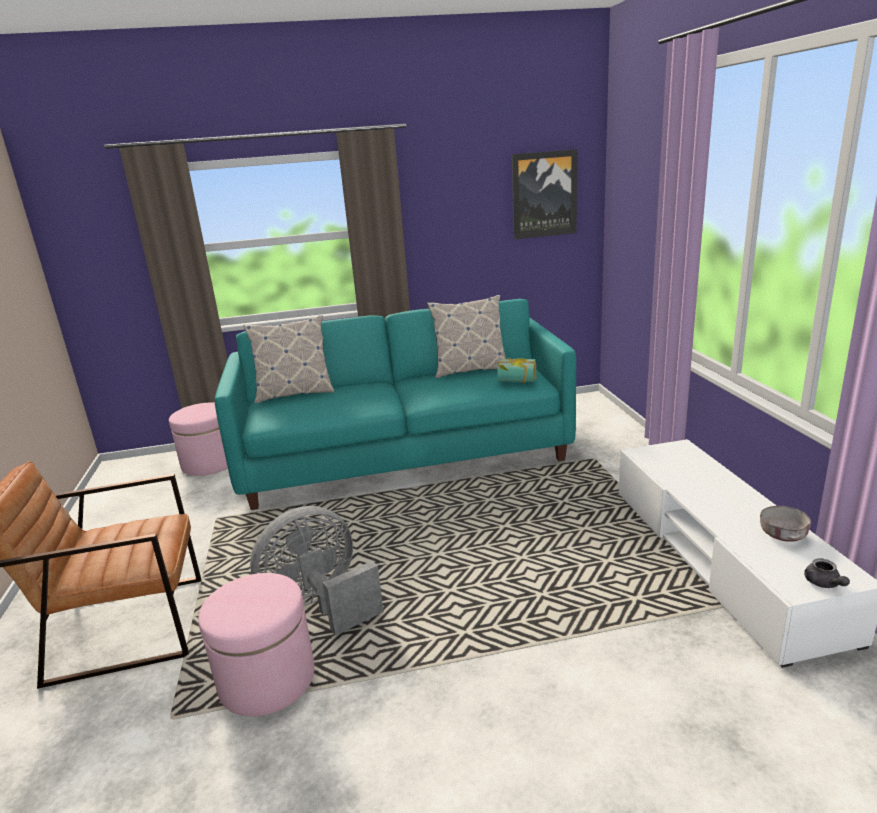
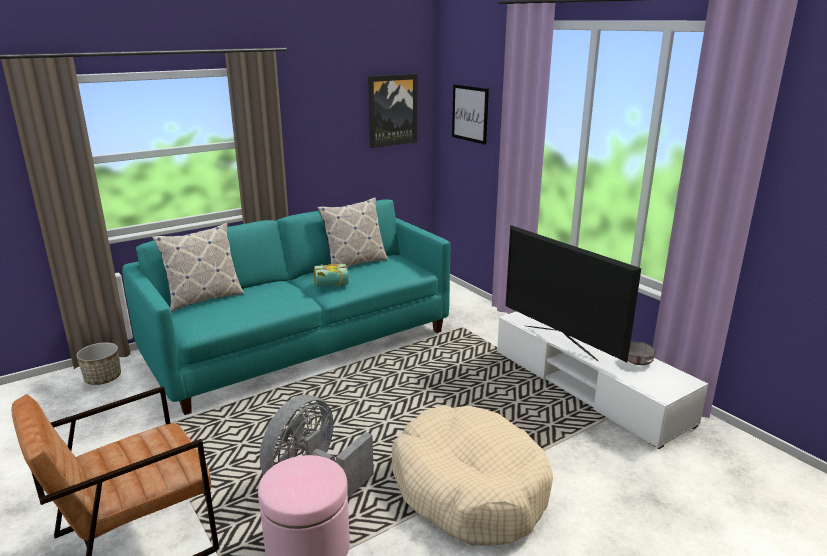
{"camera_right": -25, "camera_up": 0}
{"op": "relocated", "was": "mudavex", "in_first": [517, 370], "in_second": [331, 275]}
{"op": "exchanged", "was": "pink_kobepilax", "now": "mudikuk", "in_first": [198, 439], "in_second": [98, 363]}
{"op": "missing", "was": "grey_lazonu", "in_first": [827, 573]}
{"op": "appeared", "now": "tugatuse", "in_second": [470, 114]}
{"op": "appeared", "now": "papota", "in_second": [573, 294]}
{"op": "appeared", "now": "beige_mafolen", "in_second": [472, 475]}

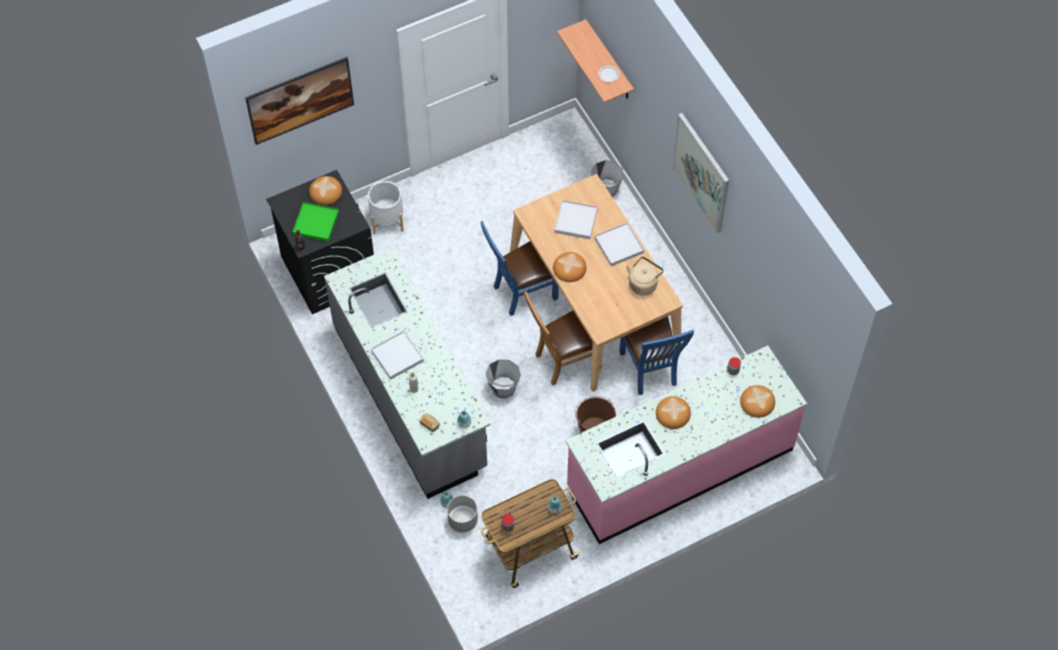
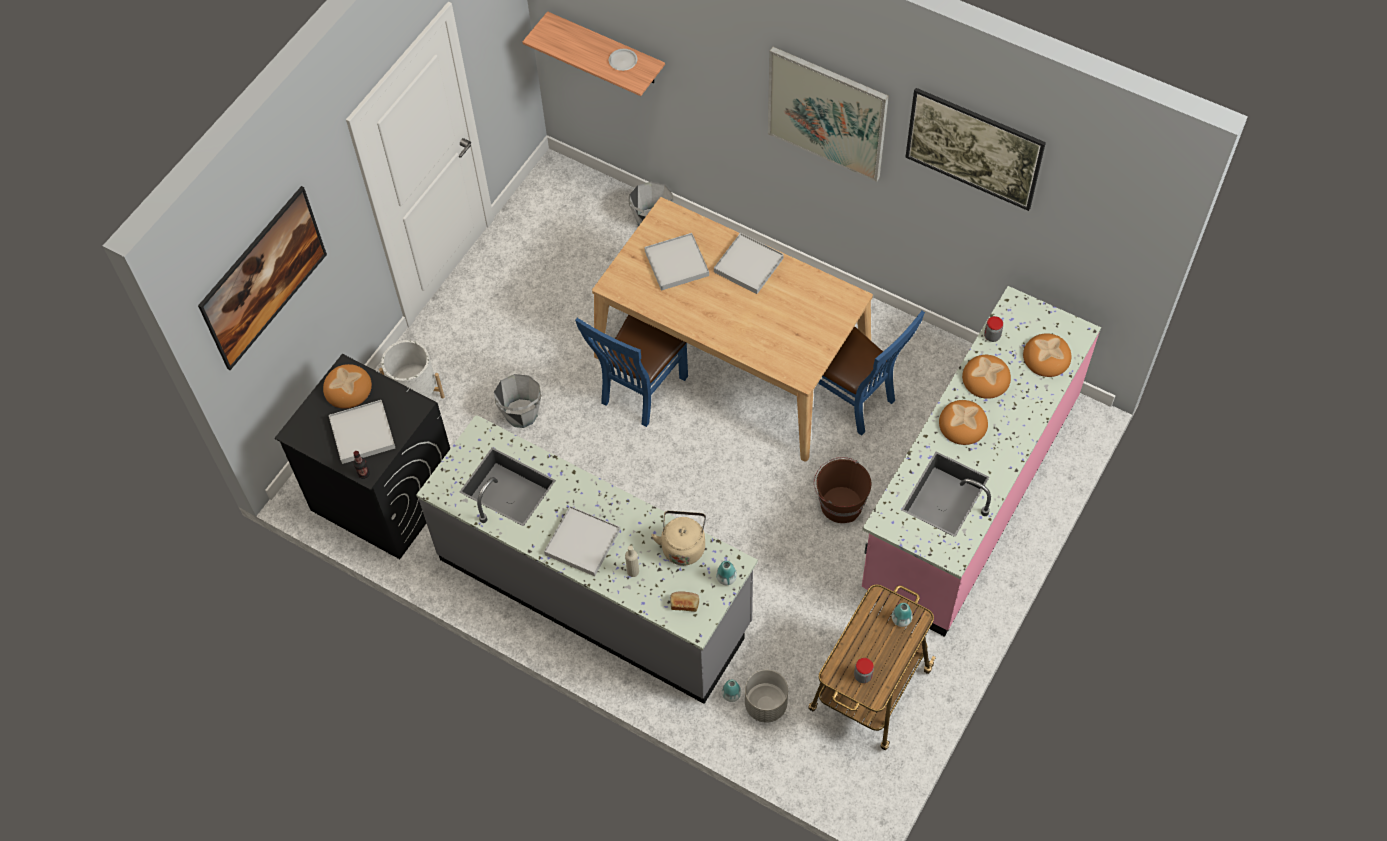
{"camera_right": -30, "camera_up": 0}
{"op": "colour", "was": "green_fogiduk", "now": "white_fogiduk", "in_first": [315, 222], "in_second": [362, 432]}
{"op": "relocated", "was": "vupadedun", "in_first": [570, 267], "in_second": [986, 377]}
{"op": "relocated", "was": "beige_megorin", "in_first": [645, 276], "in_second": [678, 538]}
{"op": "missing", "was": "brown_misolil", "in_first": [563, 338]}
{"op": "relocated", "was": "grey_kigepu", "in_first": [503, 378], "in_second": [517, 401]}
{"op": "appeared", "now": "tugatuse", "in_second": [975, 149]}

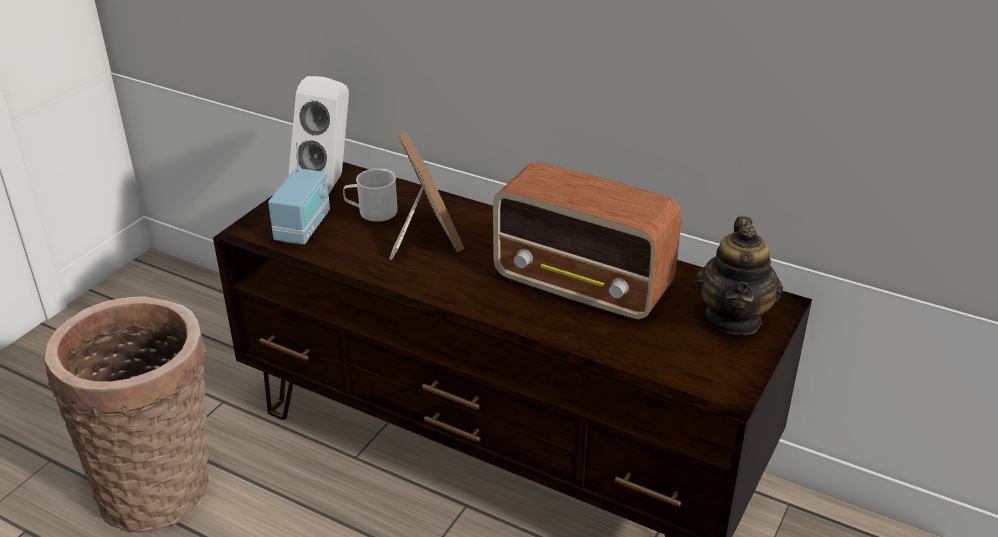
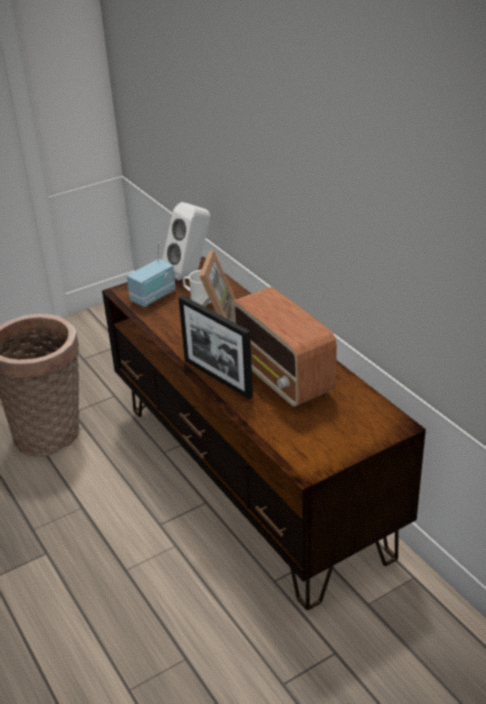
{"camera_right": 30, "camera_up": 0}
{"op": "missing", "was": "lazonu", "in_first": [739, 275]}
{"op": "appeared", "now": "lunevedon", "in_second": [215, 347]}

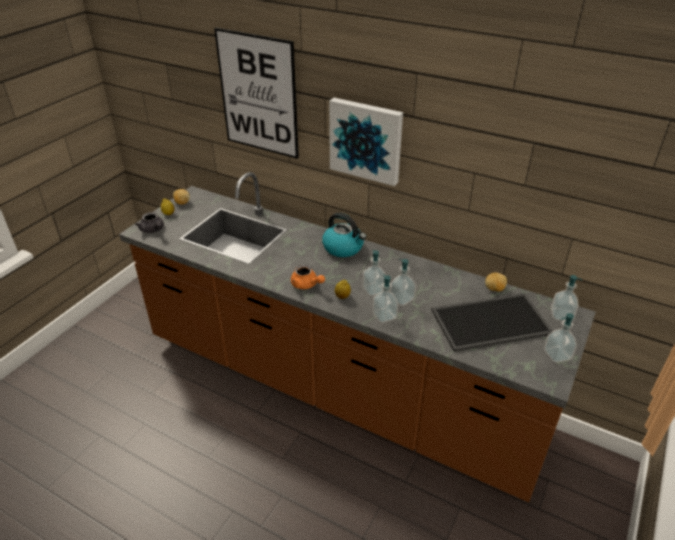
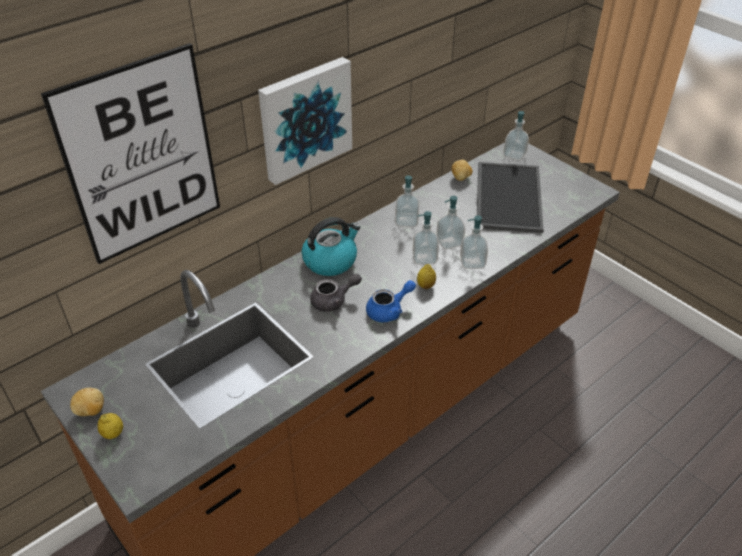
{"camera_right": -70, "camera_up": 5}
{"op": "relocated", "was": "grey_lazonu", "in_first": [149, 222], "in_second": [336, 293]}
{"op": "colour", "was": "orange_lazonu", "now": "blue_lazonu", "in_first": [308, 277], "in_second": [391, 301]}
{"op": "relocated", "was": "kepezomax", "in_first": [560, 338], "in_second": [407, 201]}

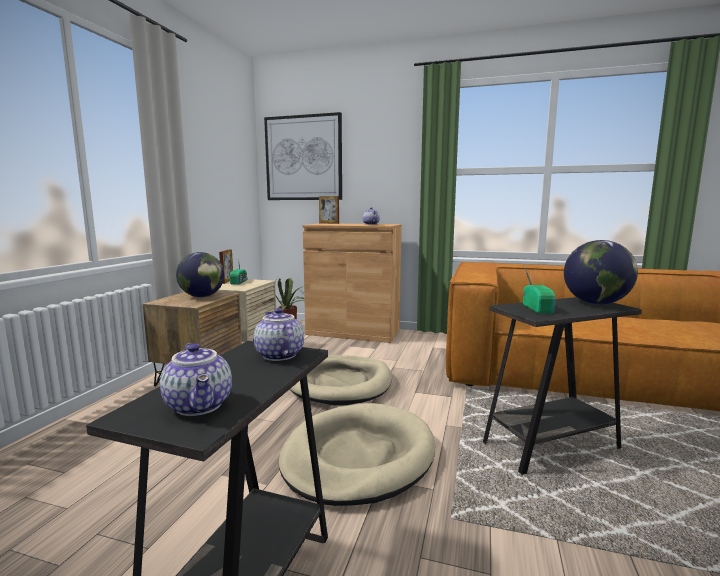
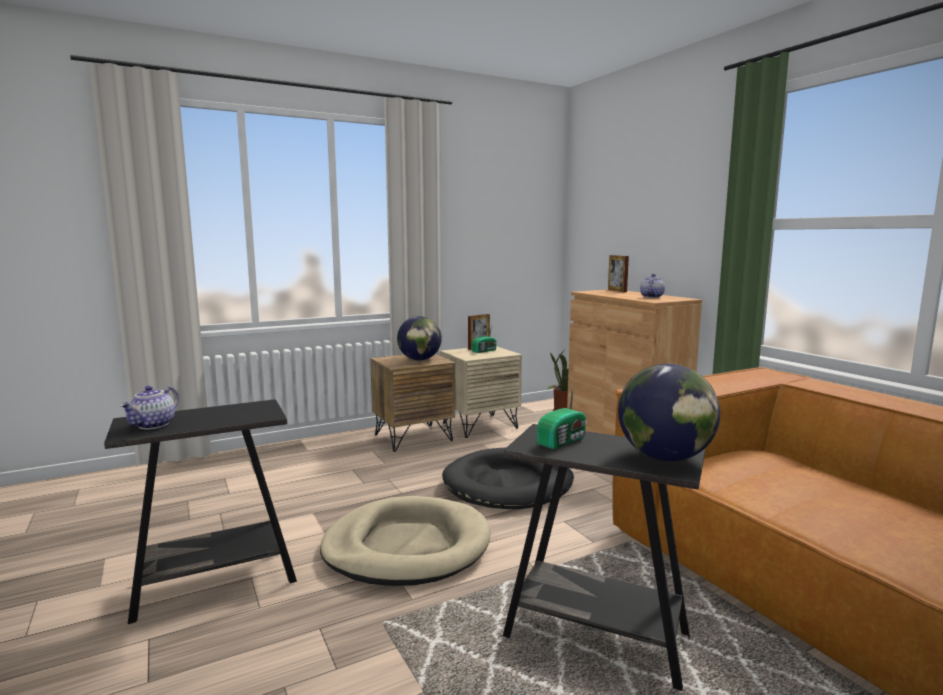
{"camera_right": 45, "camera_up": 0}
{"op": "missing", "was": "tugatuse", "in_first": [303, 156]}
{"op": "missing", "was": "lazonu", "in_first": [279, 334]}
{"op": "colour", "was": "beige_mafolen", "now": "black_mafolen", "in_first": [341, 380], "in_second": [508, 478]}

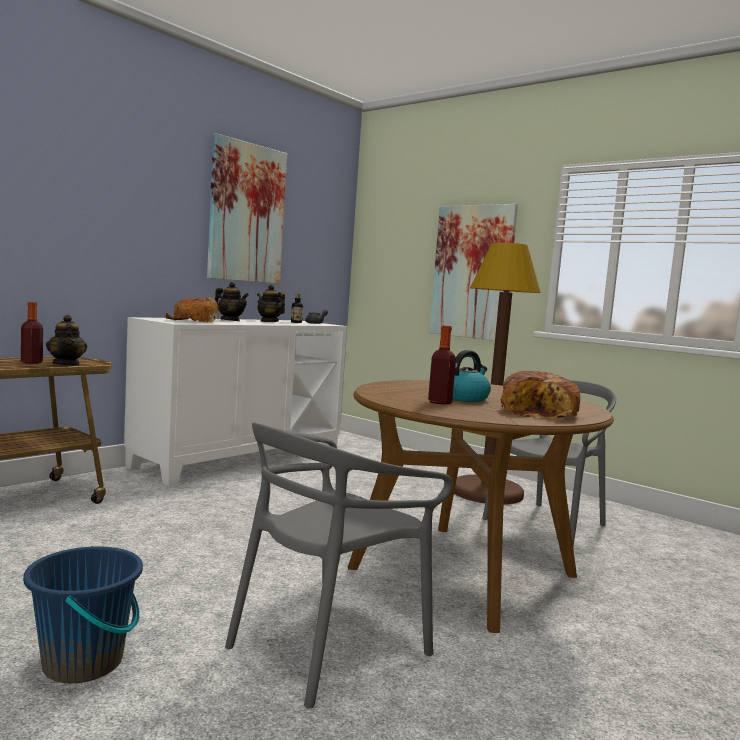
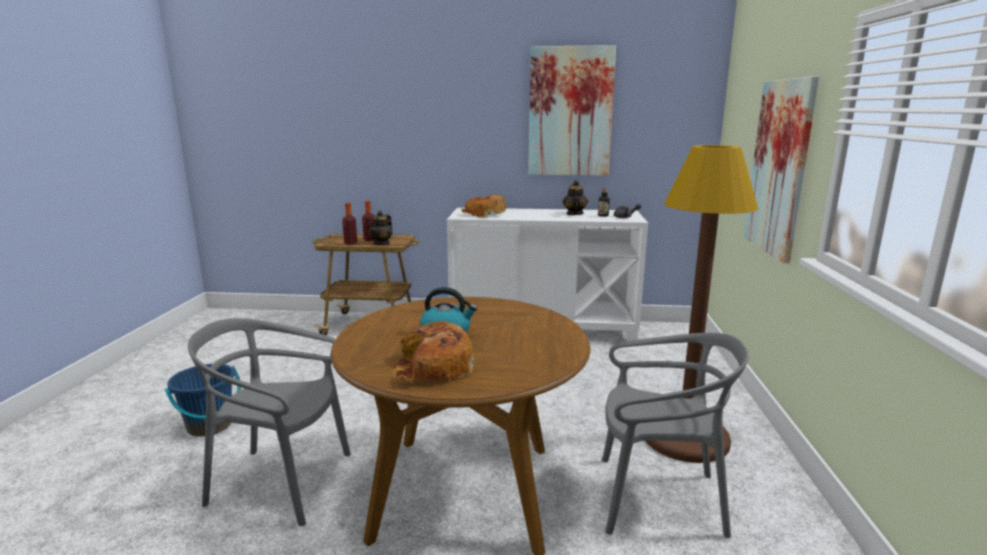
{"camera_right": 55, "camera_up": 10}
{"op": "missing", "was": "lazonu", "in_first": [232, 301]}
{"op": "relocated", "was": "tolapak", "in_first": [442, 365], "in_second": [349, 223]}

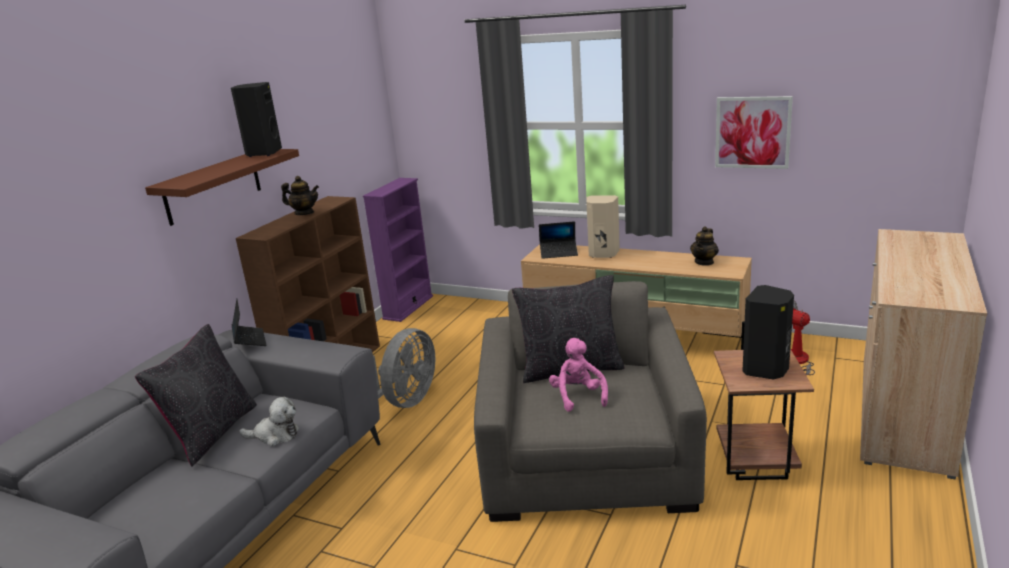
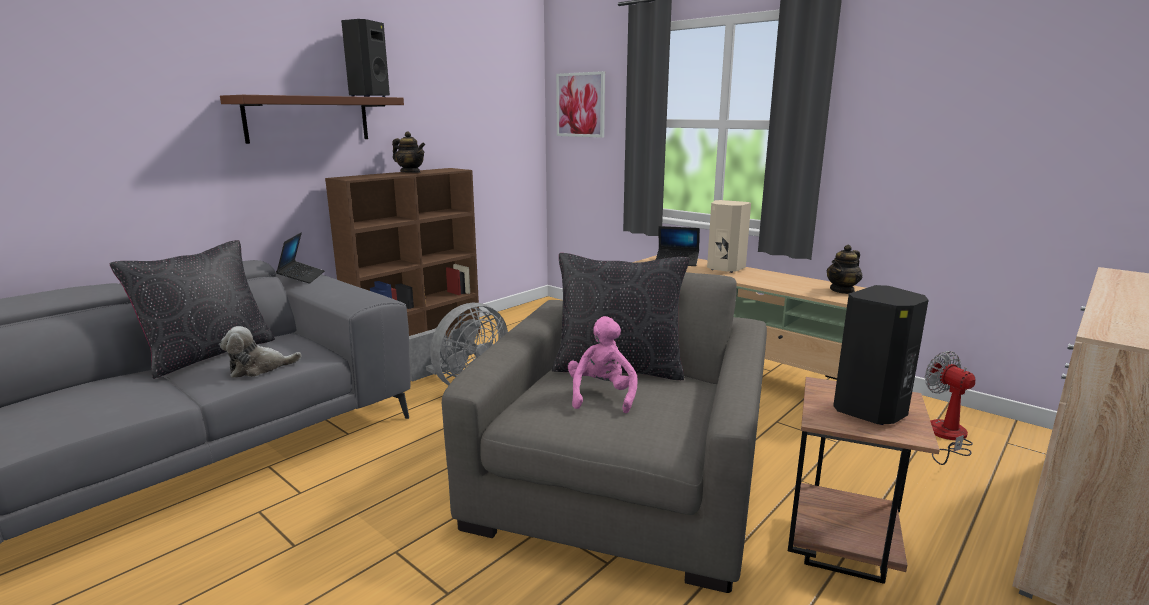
{"camera_right": 15, "camera_up": -5}
{"op": "relocated", "was": "tugatuse", "in_first": [754, 132], "in_second": [580, 104]}
{"op": "missing", "was": "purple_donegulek", "in_first": [398, 250]}
{"op": "spun", "was": "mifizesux", "in_first": [269, 421], "in_second": [260, 352], "clockwise": 135}

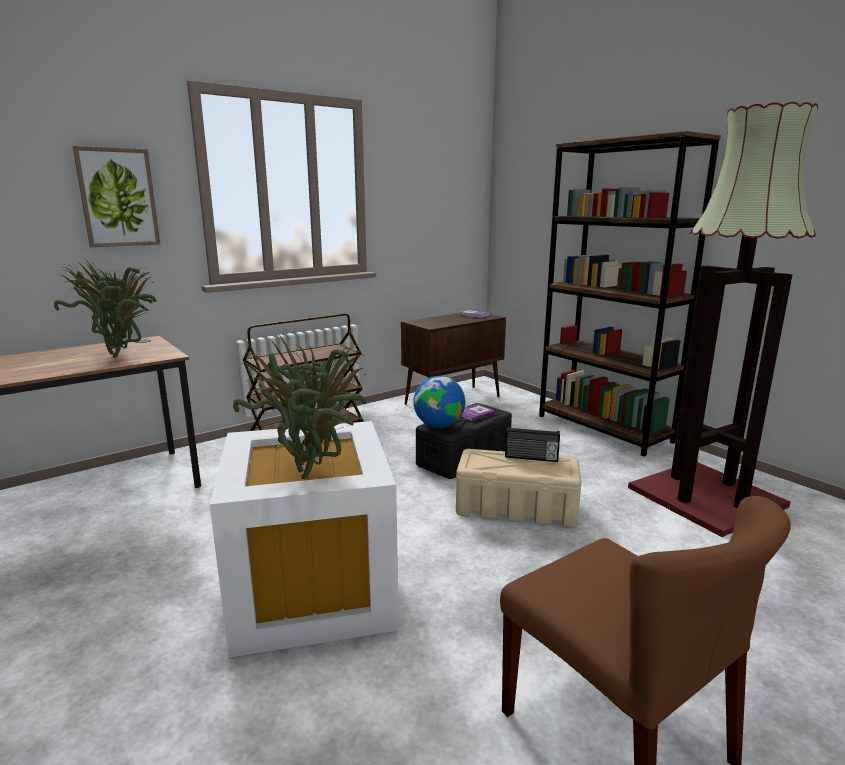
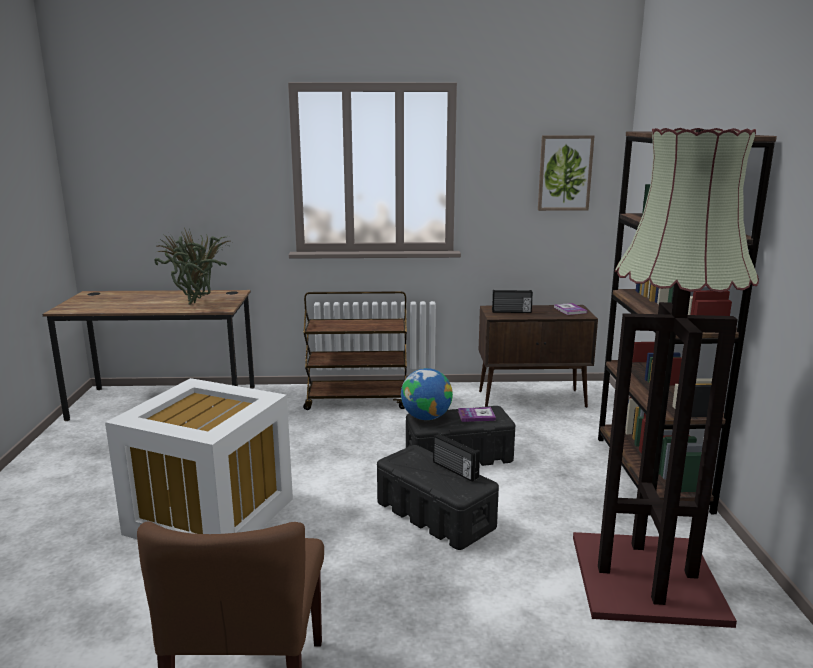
{"camera_right": 35, "camera_up": 0}
{"op": "relocated", "was": "tugatuse", "in_first": [116, 196], "in_second": [566, 173]}
{"op": "missing", "was": "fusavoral", "in_first": [300, 406]}
{"op": "colour", "was": "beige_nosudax", "now": "black_nosudax", "in_first": [518, 488], "in_second": [438, 497]}
{"op": "appeared", "now": "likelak", "in_second": [512, 301]}

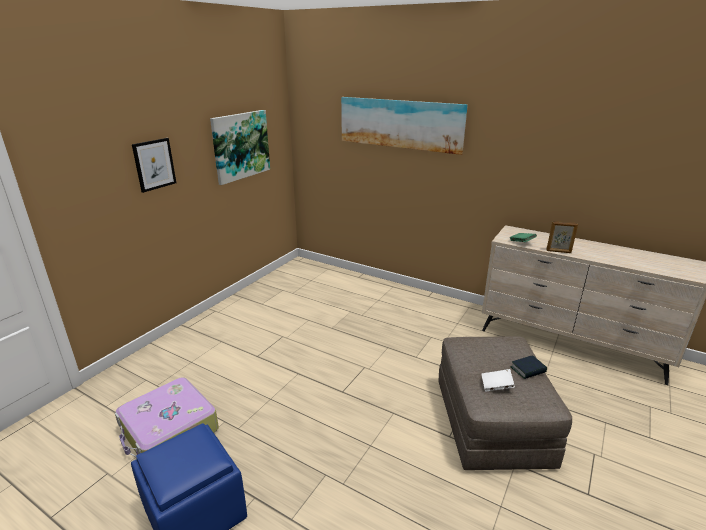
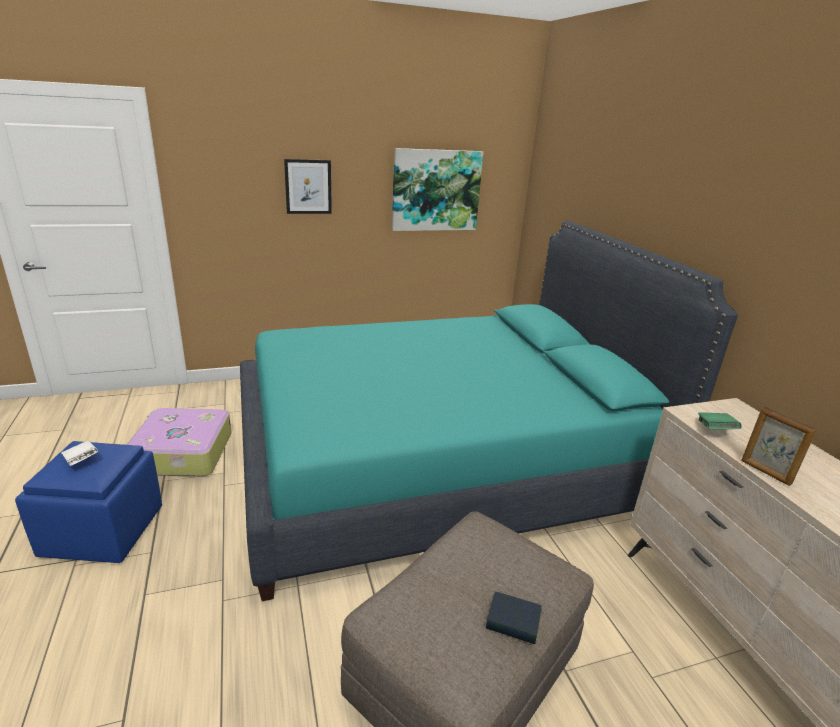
{"camera_right": 40, "camera_up": 0}
{"op": "missing", "was": "tugatuse", "in_first": [404, 126]}
{"op": "relocated", "was": "white_mudavex", "in_first": [498, 380], "in_second": [80, 453]}
{"op": "appeared", "now": "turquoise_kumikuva", "in_second": [489, 410]}

